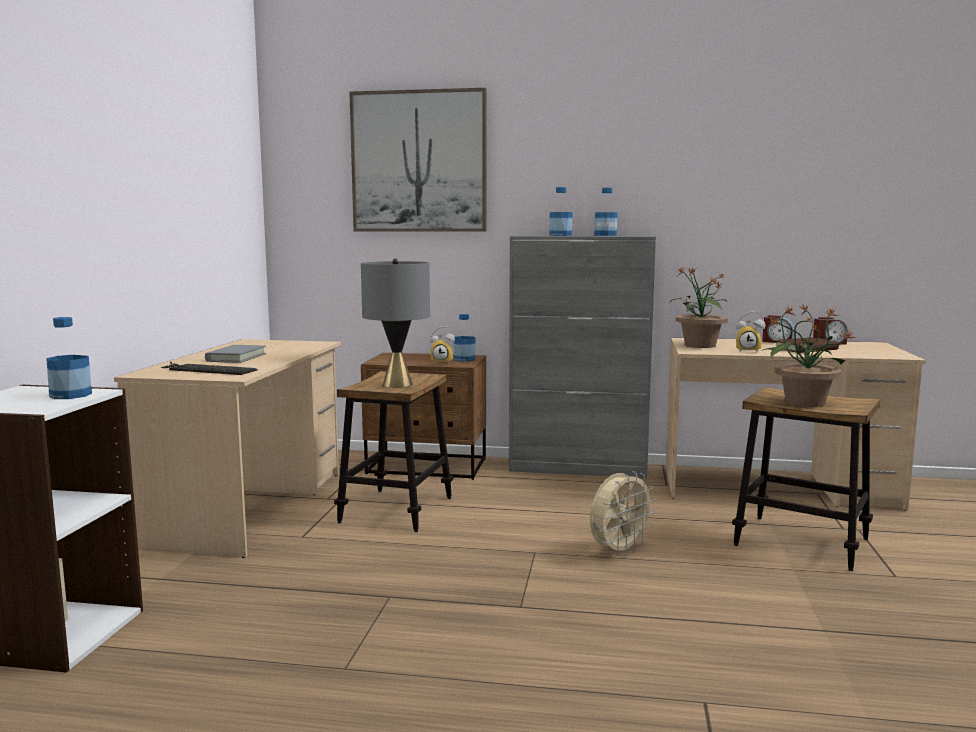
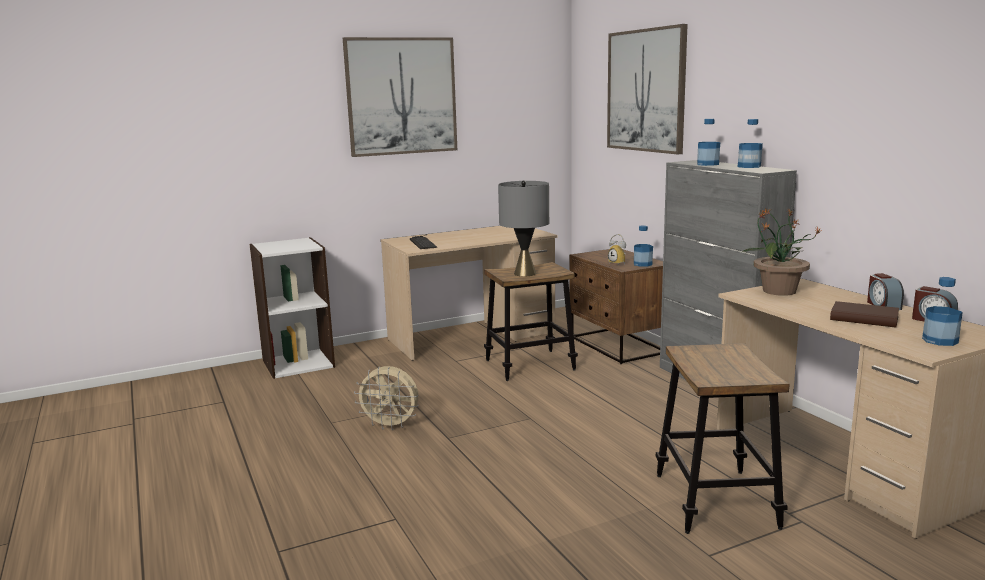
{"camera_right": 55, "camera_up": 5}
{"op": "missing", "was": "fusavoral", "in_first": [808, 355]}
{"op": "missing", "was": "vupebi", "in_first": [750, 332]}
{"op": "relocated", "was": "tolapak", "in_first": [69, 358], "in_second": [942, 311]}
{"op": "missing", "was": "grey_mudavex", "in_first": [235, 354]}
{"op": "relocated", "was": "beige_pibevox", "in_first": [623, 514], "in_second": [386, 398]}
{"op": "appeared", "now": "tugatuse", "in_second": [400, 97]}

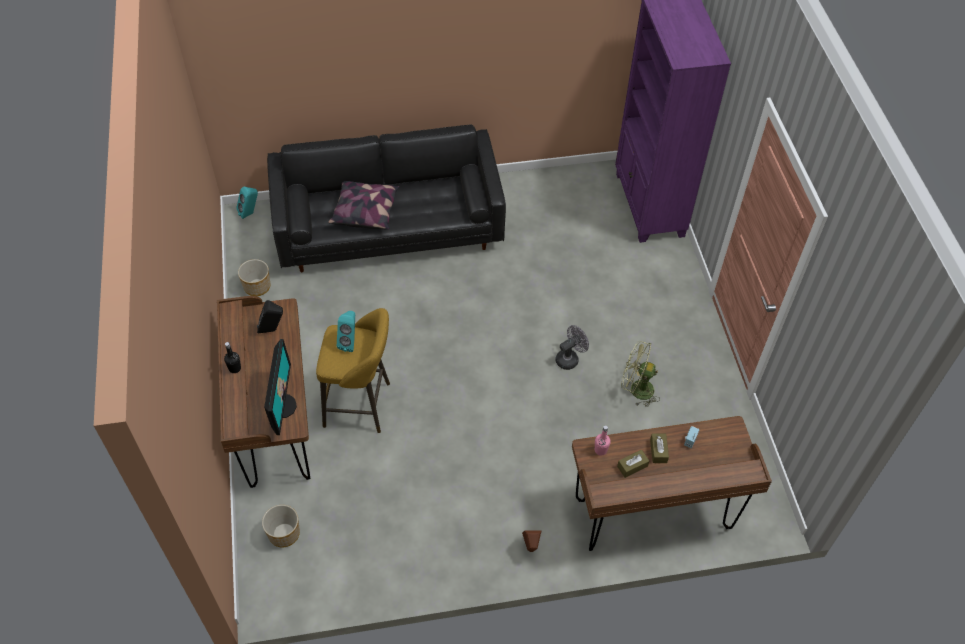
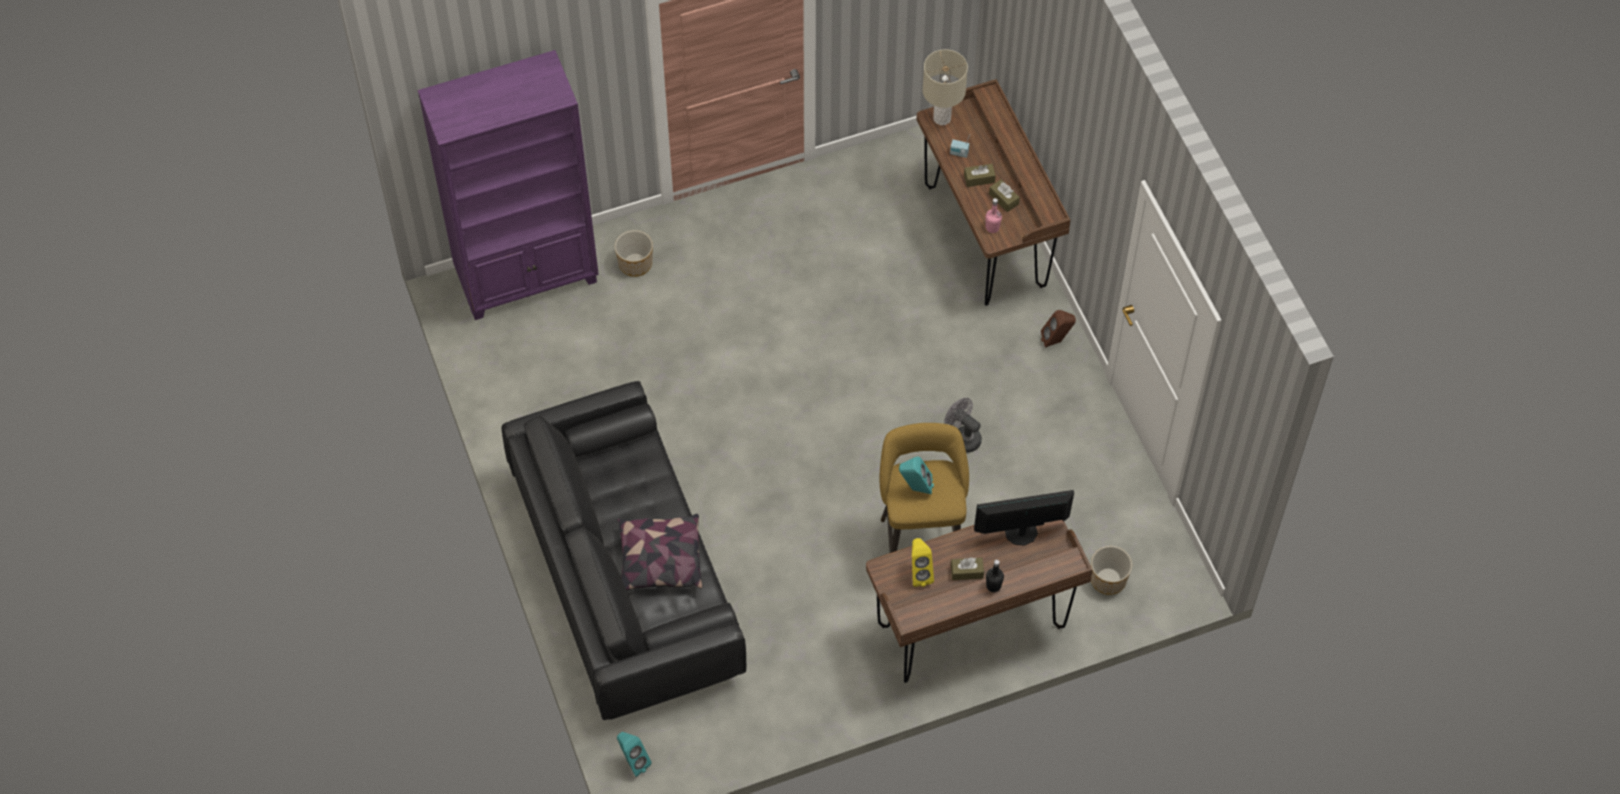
{"camera_right": -100, "camera_up": 5}
{"op": "relocated", "was": "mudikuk", "in_first": [254, 277], "in_second": [634, 253]}
{"op": "colour", "was": "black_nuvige", "now": "yellow_nuvige", "in_first": [270, 317], "in_second": [923, 562]}
{"op": "relocated", "was": "grey_pibevox", "in_first": [572, 347], "in_second": [963, 425]}
{"op": "missing", "was": "green_pibevox", "in_first": [640, 374]}
{"op": "appeared", "now": "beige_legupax", "in_second": [945, 87]}
{"op": "appeared", "now": "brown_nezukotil", "in_second": [967, 568]}

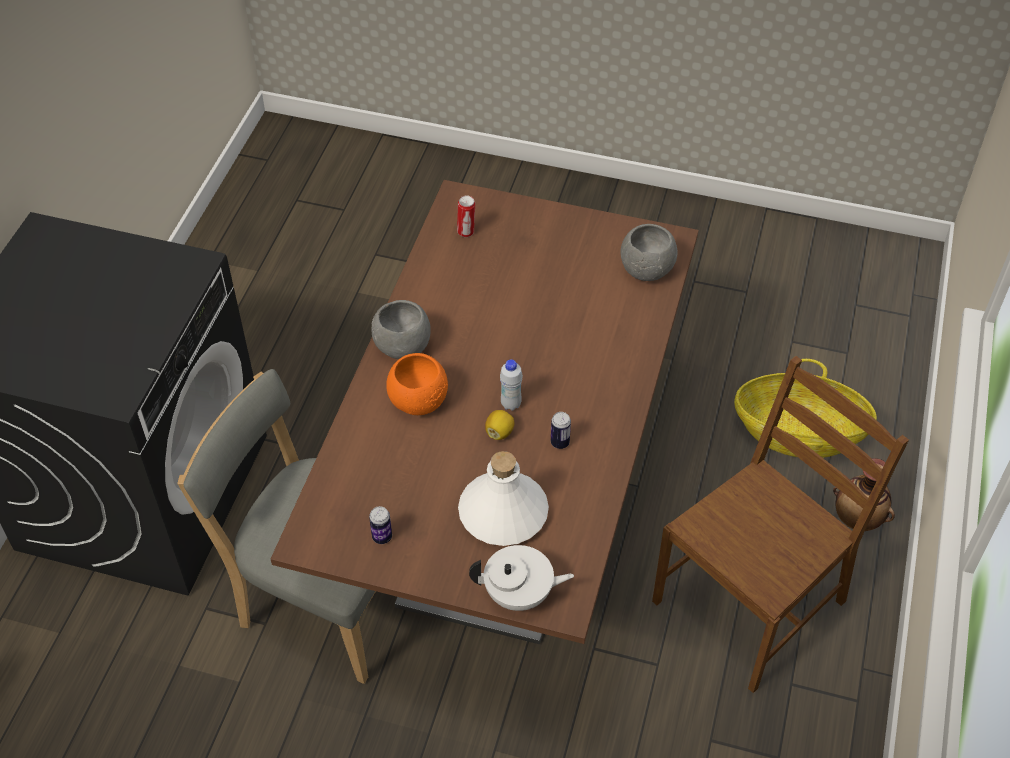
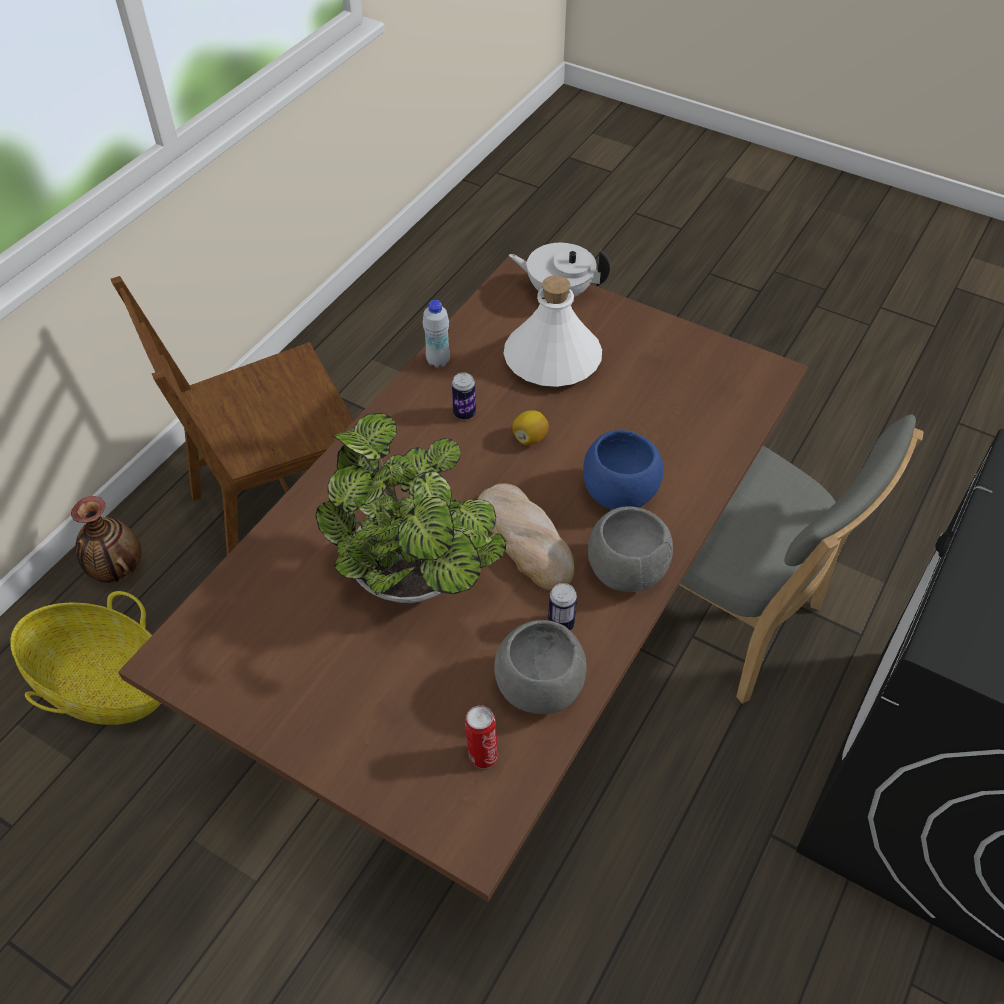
{"camera_right": -165, "camera_up": 0}
{"op": "relocated", "was": "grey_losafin", "in_first": [649, 252], "in_second": [540, 667]}
{"op": "colour", "was": "orange_losafin", "now": "blue_losafin", "in_first": [417, 384], "in_second": [623, 470]}
{"op": "relocated", "was": "white_tolapak", "in_first": [511, 385], "in_second": [436, 334]}
{"op": "relocated", "was": "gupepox", "in_first": [380, 525], "in_second": [562, 606]}
{"op": "appeared", "now": "fusavoral", "in_second": [410, 508]}
{"op": "appeared", "now": "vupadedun", "in_second": [525, 536]}

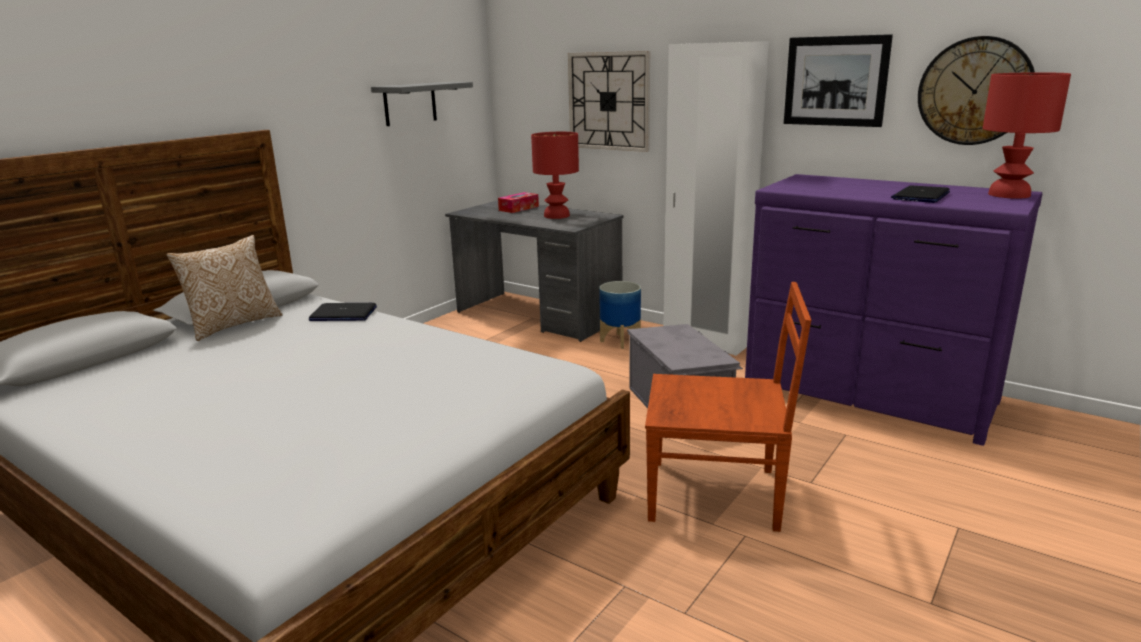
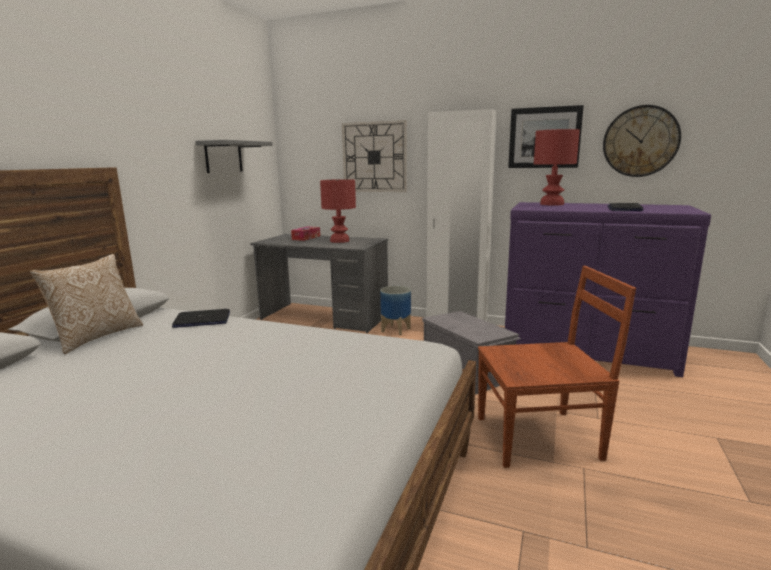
{"camera_right": -15, "camera_up": -5}
{"op": "relocated", "was": "red_legupax", "in_first": [1027, 135], "in_second": [557, 167]}

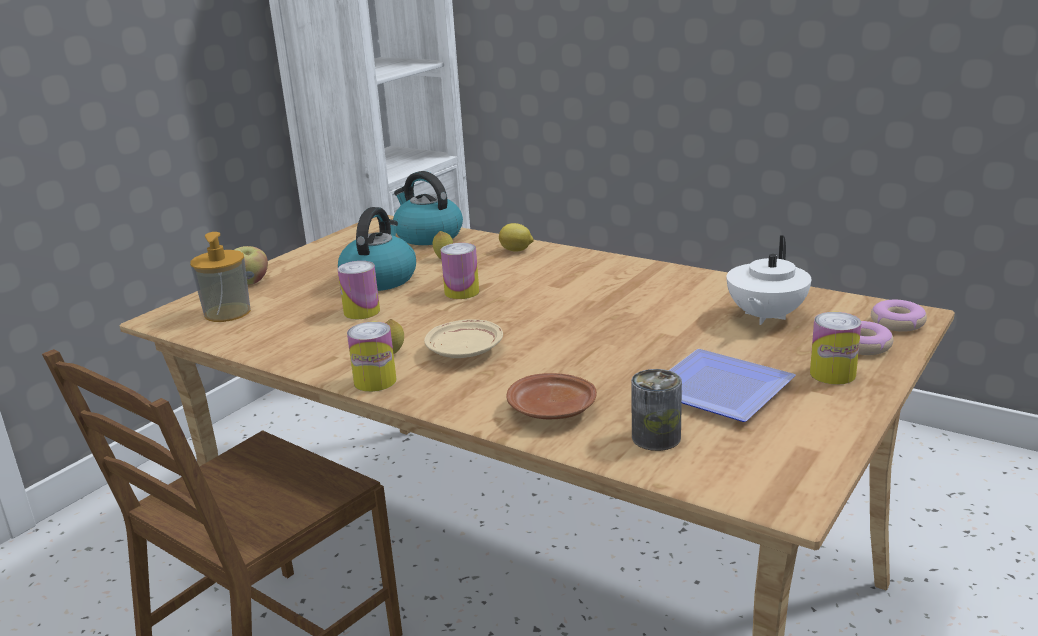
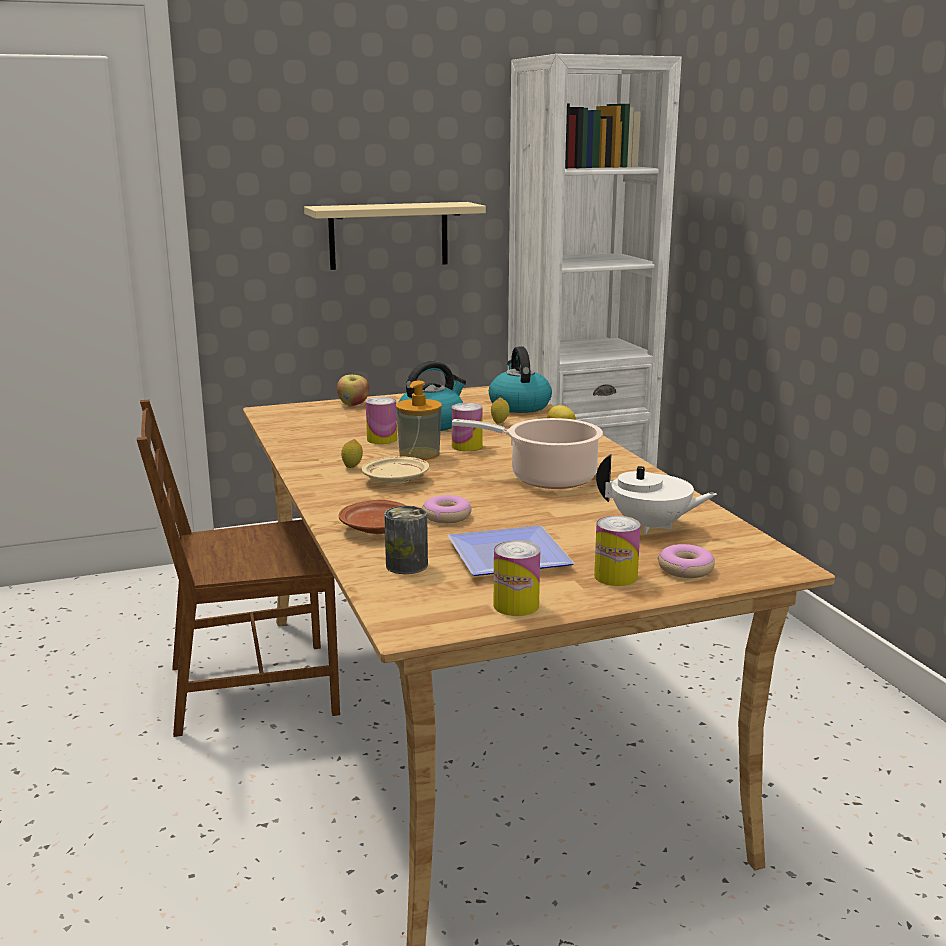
{"camera_right": 35, "camera_up": -5}
{"op": "relocated", "was": "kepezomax", "in_first": [220, 277], "in_second": [419, 420]}
{"op": "spun", "was": "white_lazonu", "in_first": [769, 280], "in_second": [656, 494], "clockwise": -135}
{"op": "relocated", "was": "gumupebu", "in_first": [899, 316], "in_second": [446, 509]}
{"op": "relocated", "was": "gupepox", "in_first": [371, 357], "in_second": [517, 578]}
{"op": "appeared", "now": "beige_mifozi", "in_second": [395, 236]}
{"op": "appeared", "now": "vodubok", "in_second": [527, 453]}

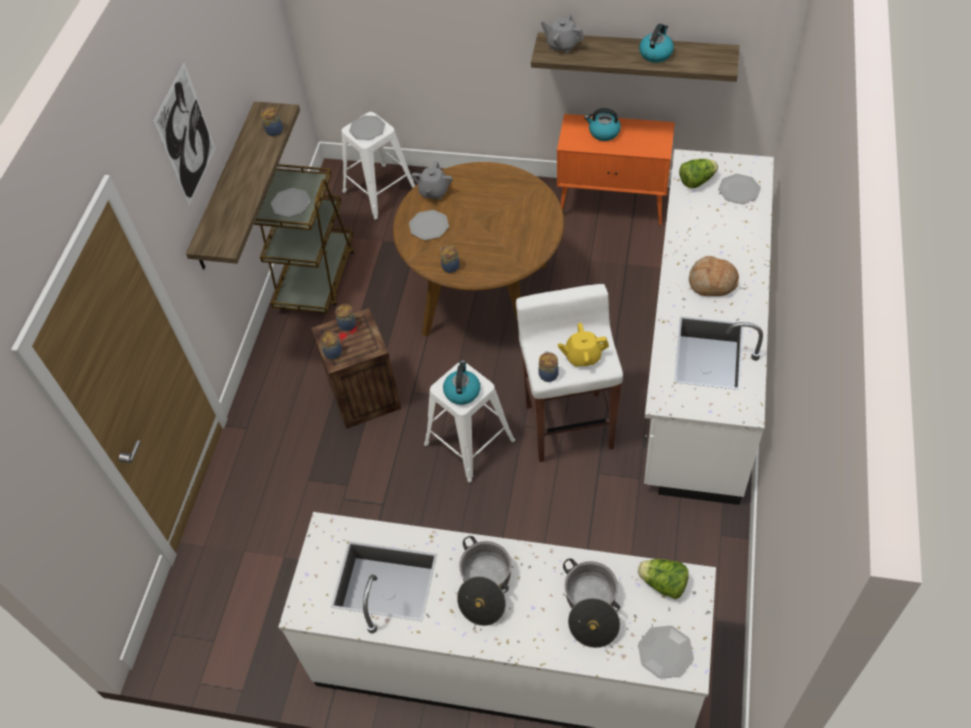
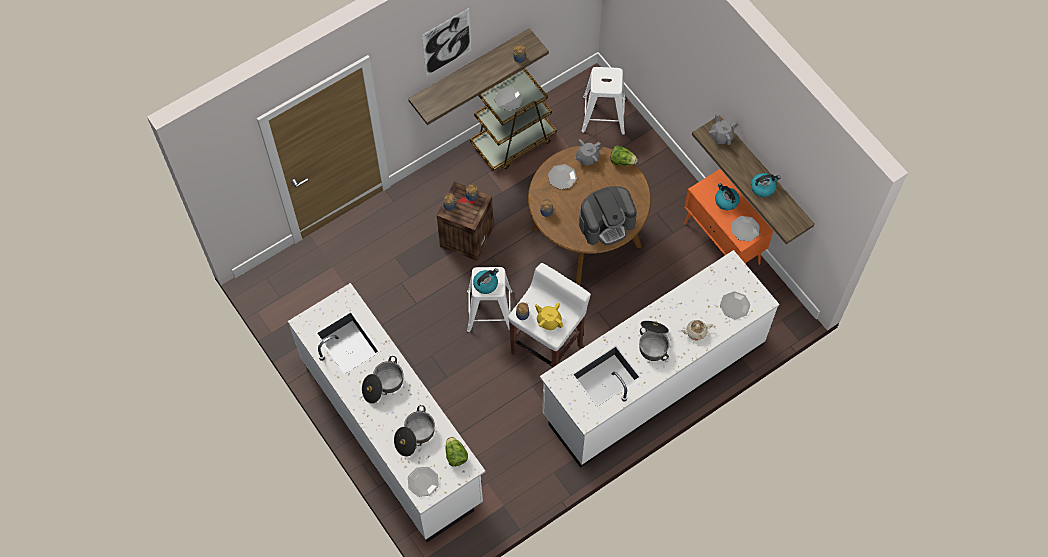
{"camera_right": 40, "camera_up": 10}
{"op": "relocated", "was": "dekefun", "in_first": [367, 127], "in_second": [745, 228]}
{"op": "relocated", "was": "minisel", "in_first": [698, 173], "in_second": [624, 155]}
{"op": "exchanged", "was": "vupadedun", "now": "vodubok", "in_first": [714, 276], "in_second": [654, 341]}
{"op": "appeared", "now": "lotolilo", "in_second": [608, 215]}
{"op": "appeared", "now": "beige_lazonu", "in_second": [696, 330]}

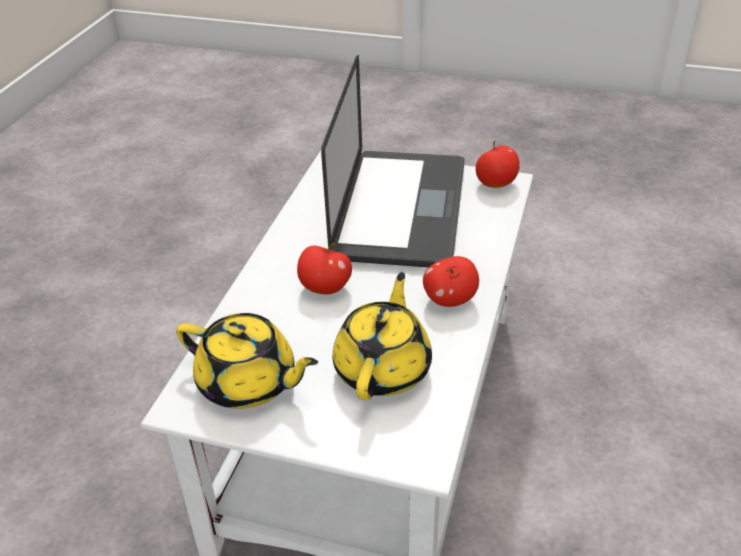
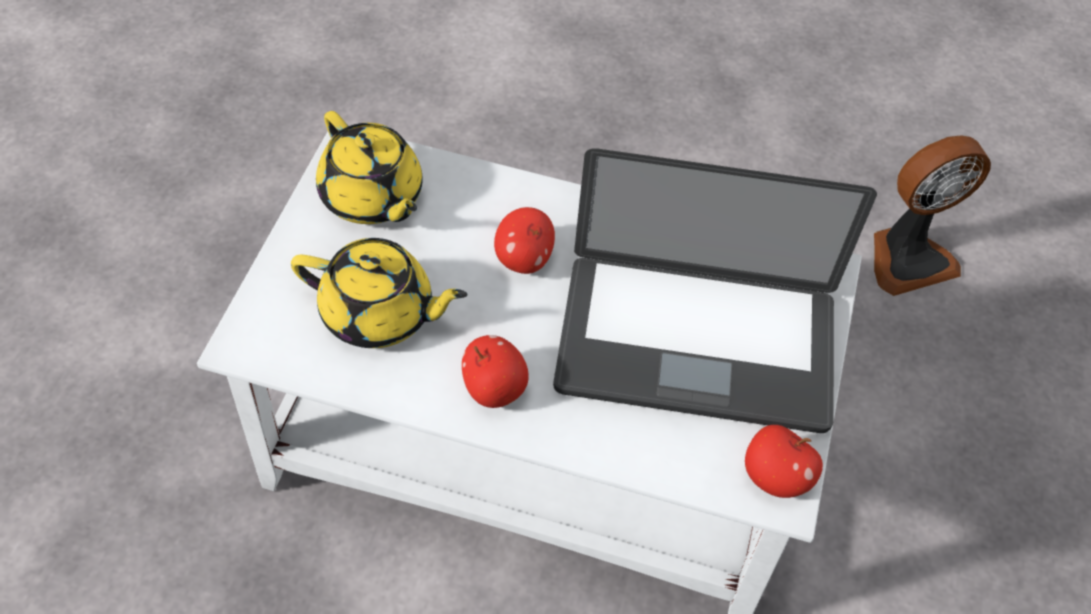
{"camera_right": 85, "camera_up": 15}
{"op": "spun", "was": "yellow_lazonu", "in_first": [247, 361], "in_second": [369, 167], "clockwise": -60}
{"op": "appeared", "now": "pibevox", "in_second": [932, 215]}

